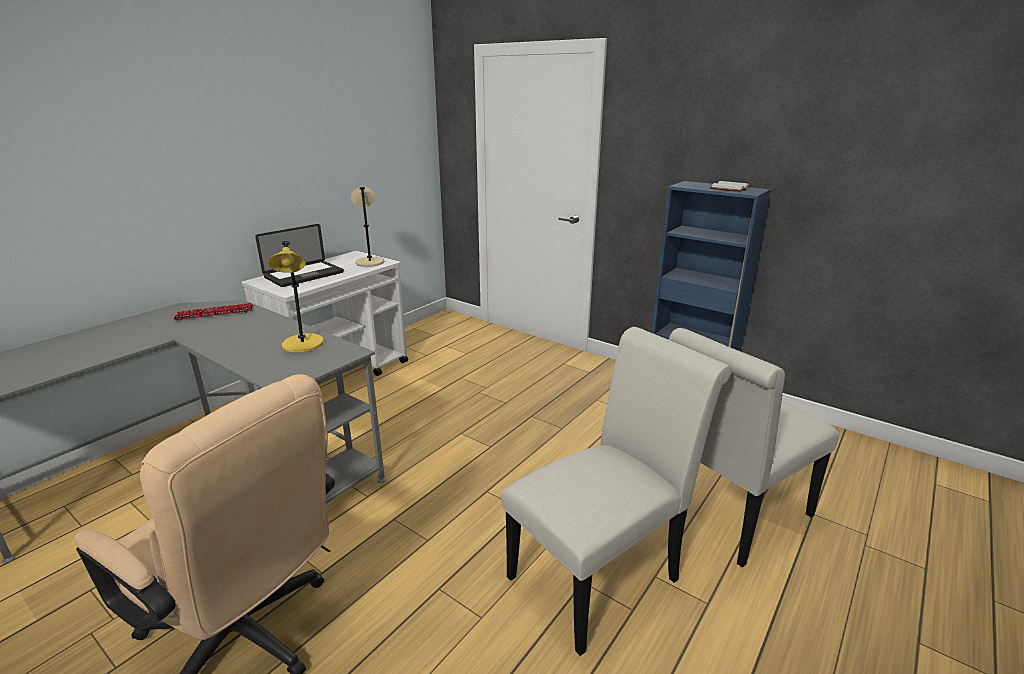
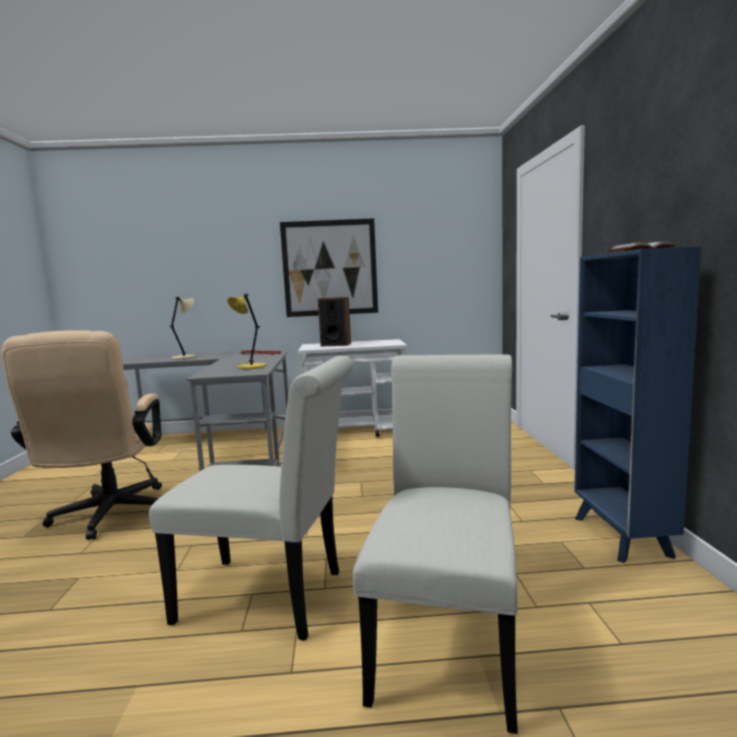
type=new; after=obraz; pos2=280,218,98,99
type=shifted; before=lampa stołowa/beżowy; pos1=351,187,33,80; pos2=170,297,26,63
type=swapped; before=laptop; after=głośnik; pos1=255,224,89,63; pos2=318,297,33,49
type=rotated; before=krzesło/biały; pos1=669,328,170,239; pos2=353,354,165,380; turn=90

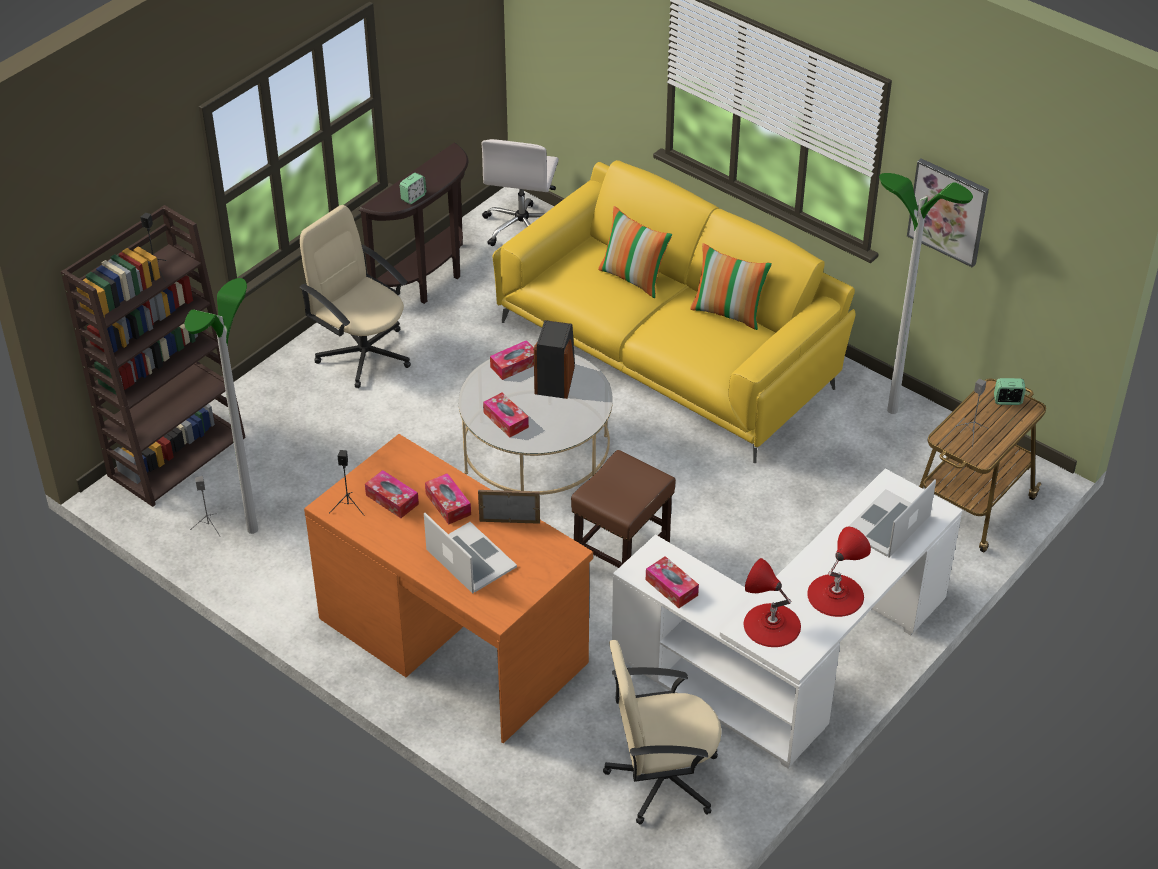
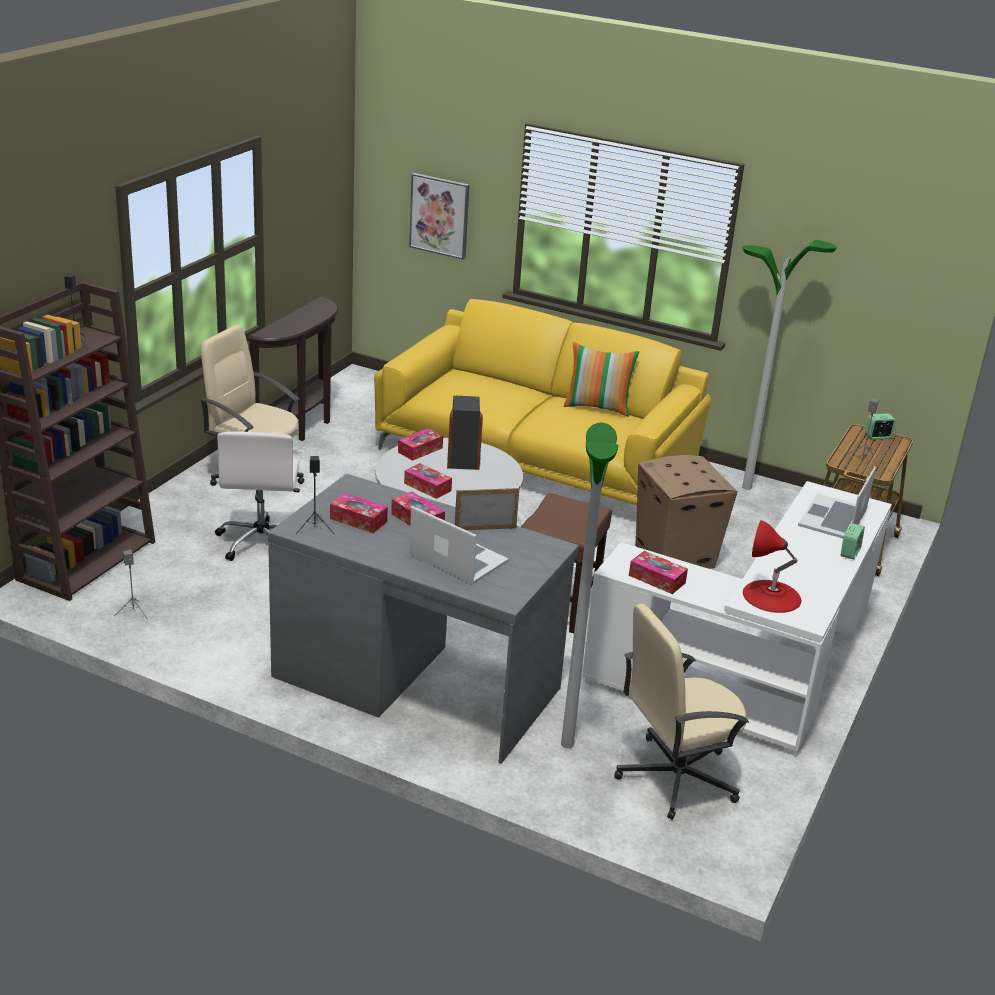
type=gone; before=poduszka; pos1=598,206,74,92
type=gone; before=lampa stołowa/czerwony; pos1=807,527,64,90
type=new; after=karton; pos2=635,455,103,114
type=shifted; before=lampa stojąca; pos1=185,278,73,256; pos2=561,423,57,325
type=shifted; before=budzik; pos1=400,173,26,31; pos2=841,523,24,36
type=shifted; before=krzesło biurowe/biały; pos1=481,139,78,107; pos2=215,431,85,130
type=shifted; before=obraz; pos1=907,158,82,110; pos2=409,173,60,87
type=repainted; before=biurko/pomarańczowy; after=biurko/szary; pos1=304,434,289,309; pos2=268,473,311,291

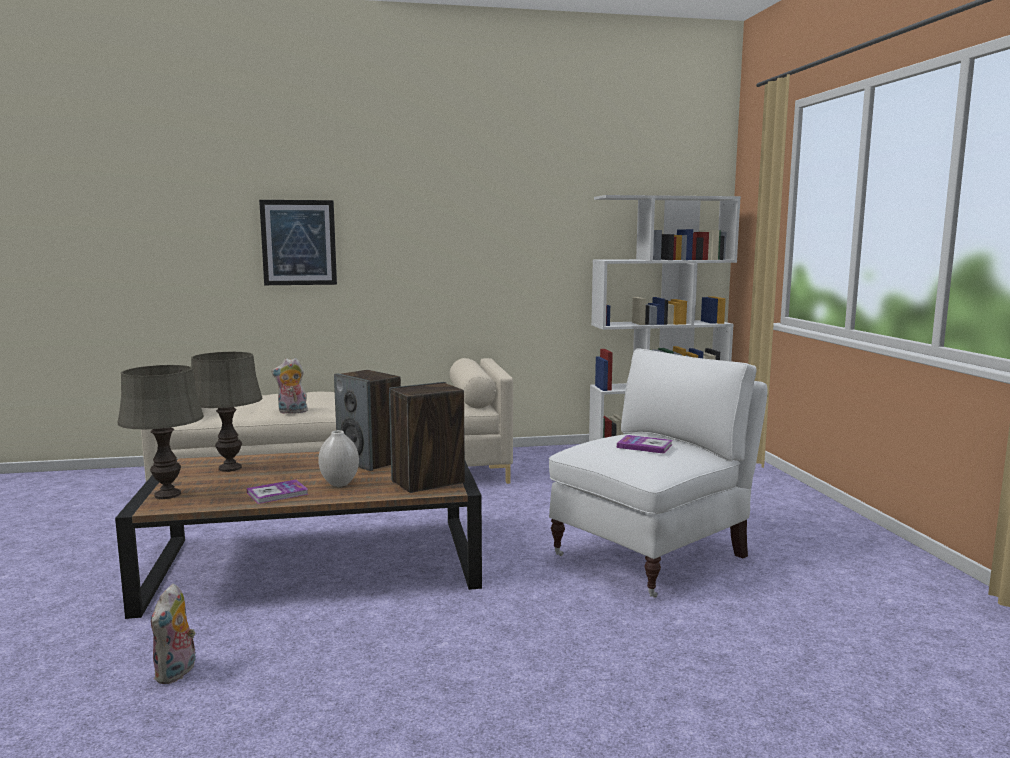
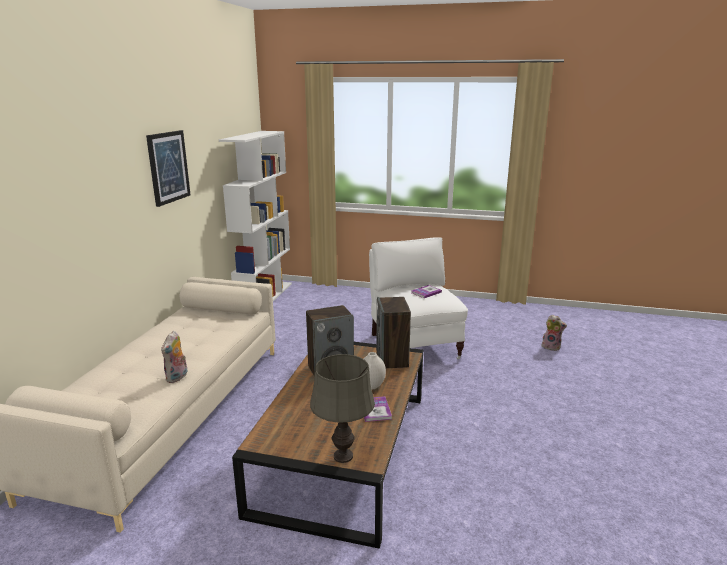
type=gone; before=lampa stołowa/szary; pos1=191,352,72,120
type=shifted; before=pluszak; pos1=151,584,45,100; pos2=541,315,26,36
type=shifted; before=obraz; pos1=259,200,78,85; pos2=146,130,44,77

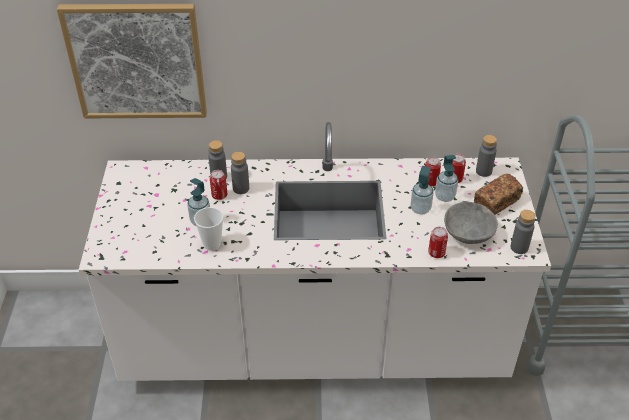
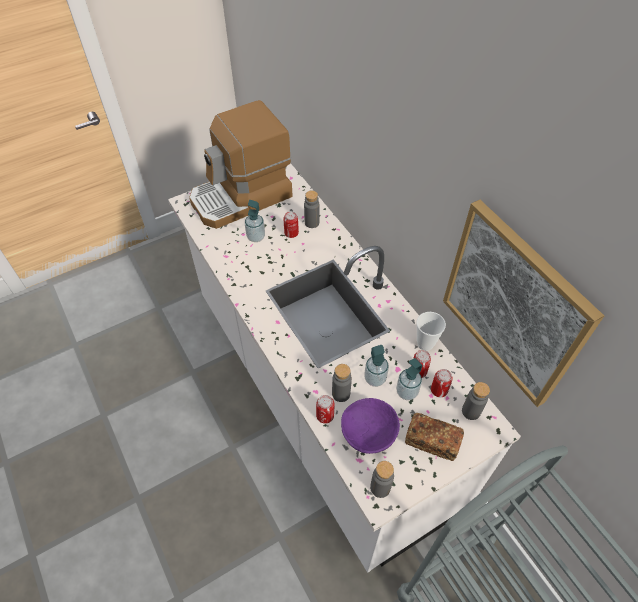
type=new; after=ekspres do kawy; pos2=189,100,103,129
type=shifted; before=obraz; pos1=57,4,150,114; pos2=443,200,161,207
type=shifted; before=filiżanka; pos1=194,207,29,44; pos2=417,312,29,39
type=shifted; before=butelka/szary; pos1=231,152,18,42; pos2=332,364,20,38
type=repainted; before=miska/szary; after=miska/fioletowy; pos1=444,202,54,42; pos2=341,398,59,56

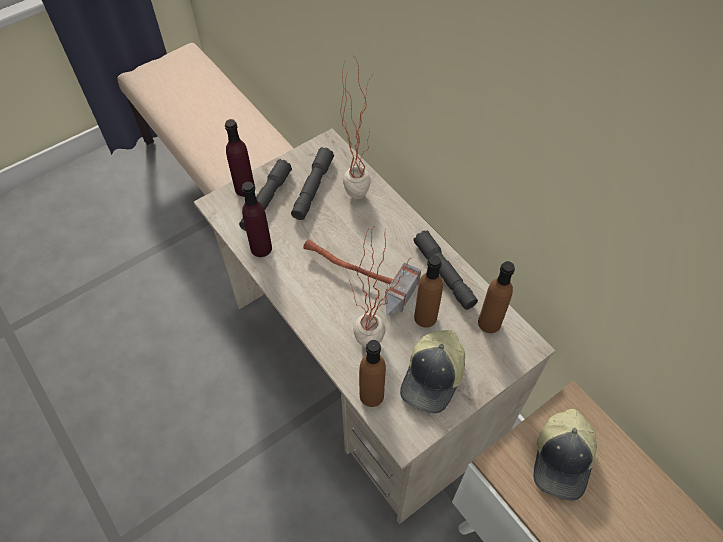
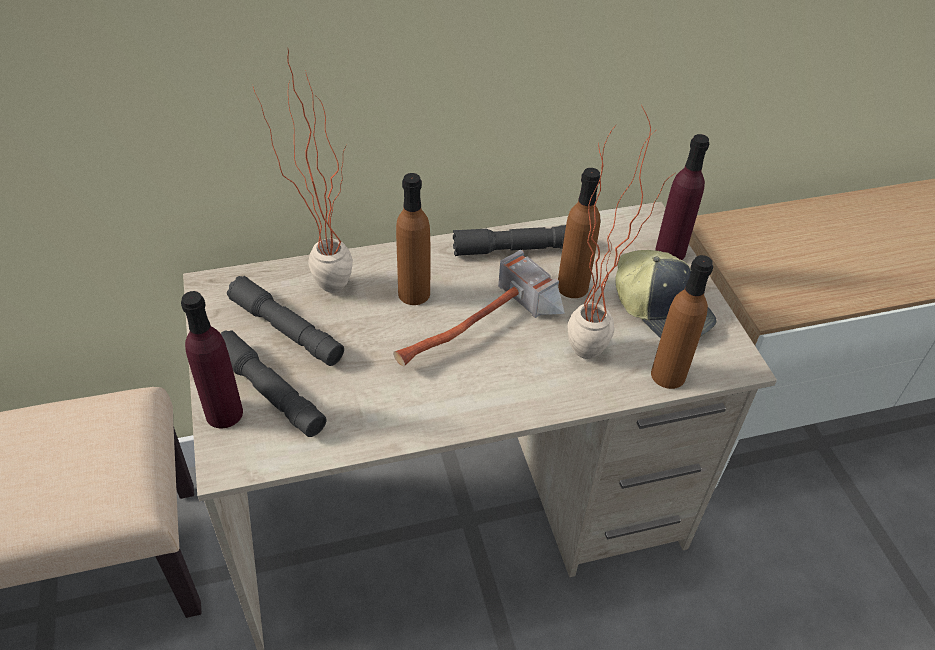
type=gone; before=czapka z daszkiem; pos1=533,409,64,92
type=shifted; before=butelka/fioletowy; pos1=242,182,30,75; pos2=655,134,54,126
type=shifted; before=butelka/brązowy; pos1=478,261,37,72; pos2=396,173,34,132

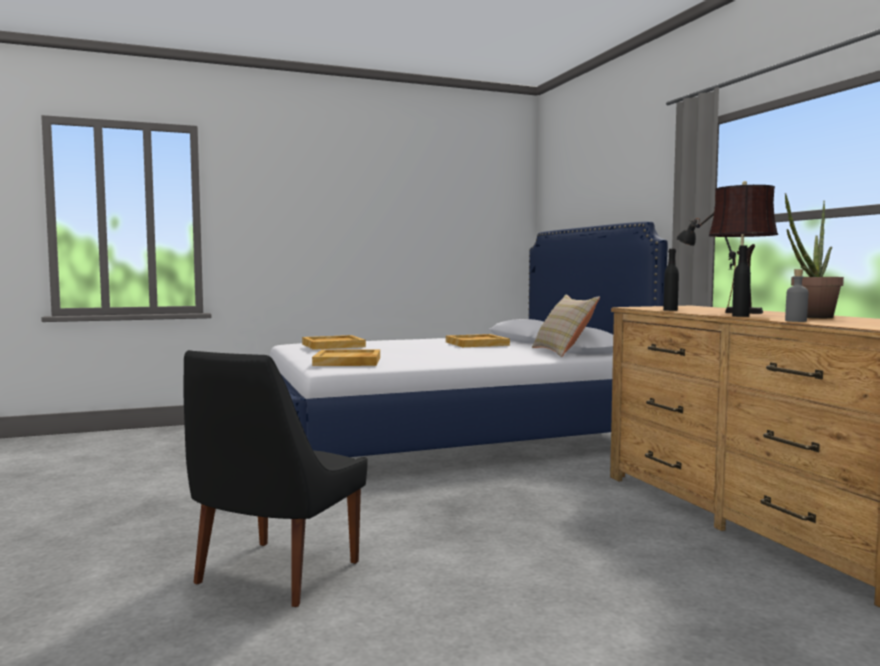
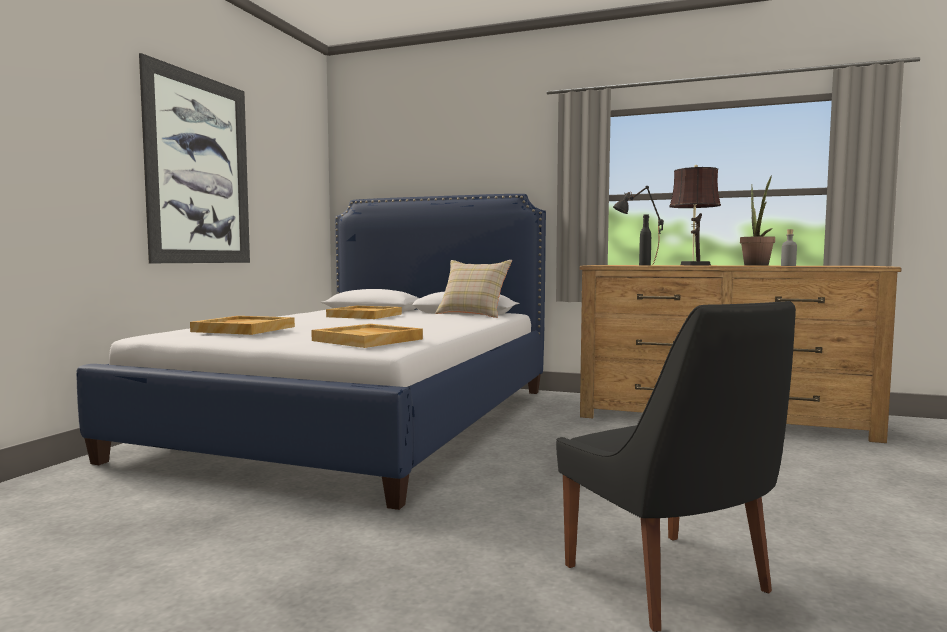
type=gone; before=butelka/czarny; pos1=732,245,19,72
type=new; after=obraz; pos2=139,53,111,210

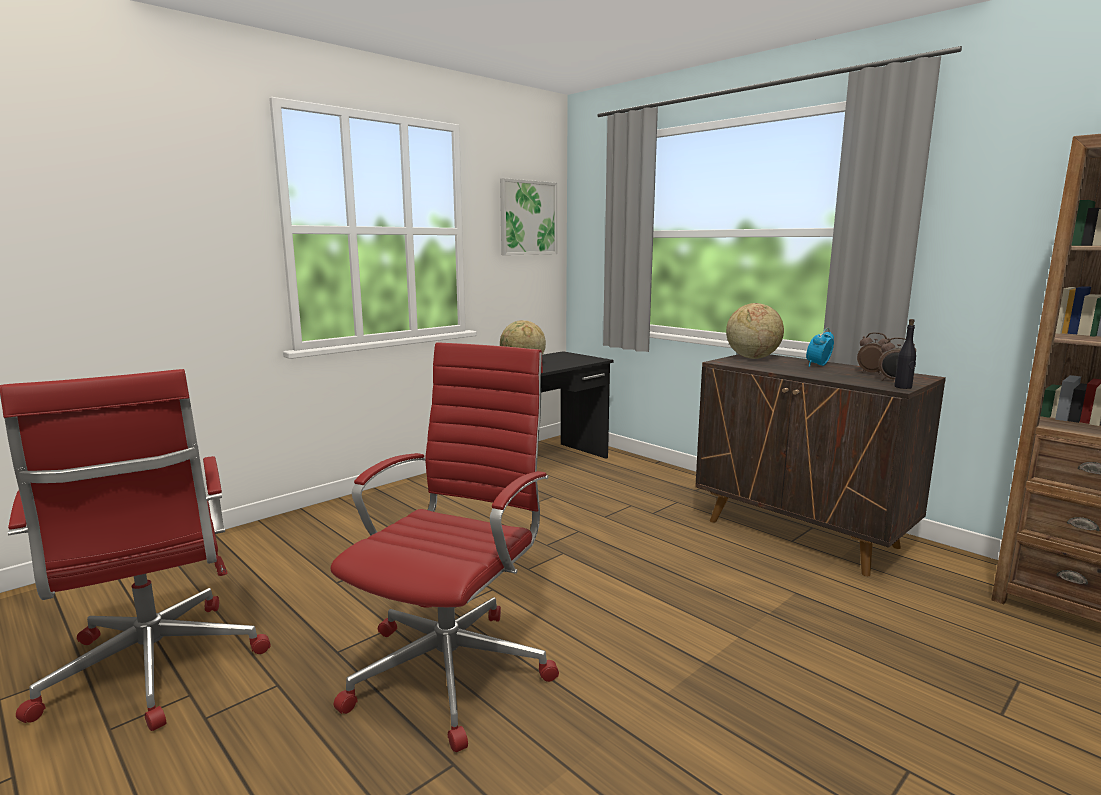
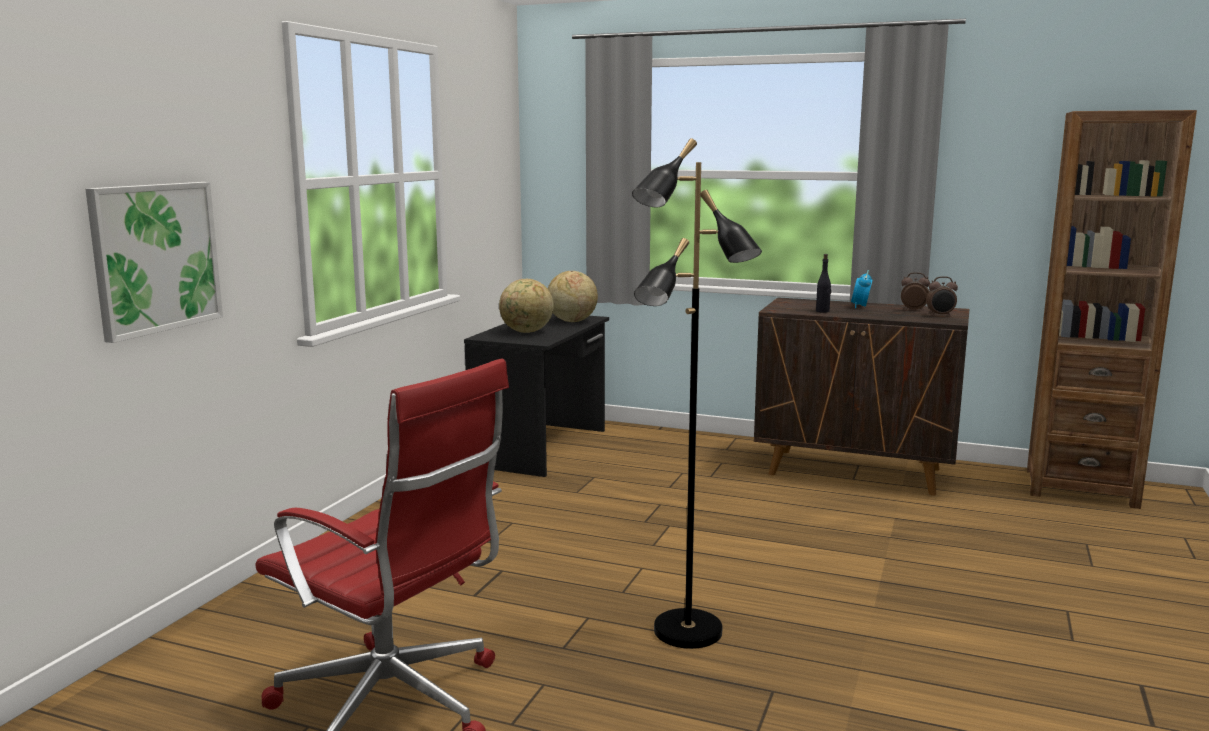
type=shifted; before=obraz; pos1=500,178,57,77; pos2=85,182,138,161
type=shifted; before=globus; pos1=726,303,58,56; pos2=548,271,50,51
type=shifted; before=butelka/czarny; pos1=894,319,22,70; pos2=816,254,15,59
type=swapped; before=krzesło biurowe/czerwony; after=lampa stojąca/czarny; pos1=330,342,229,410; pos2=632,138,130,511

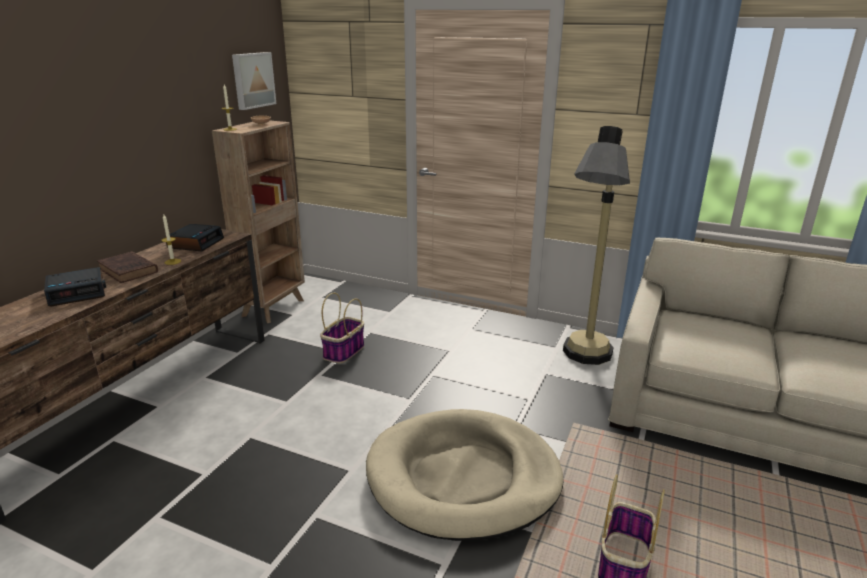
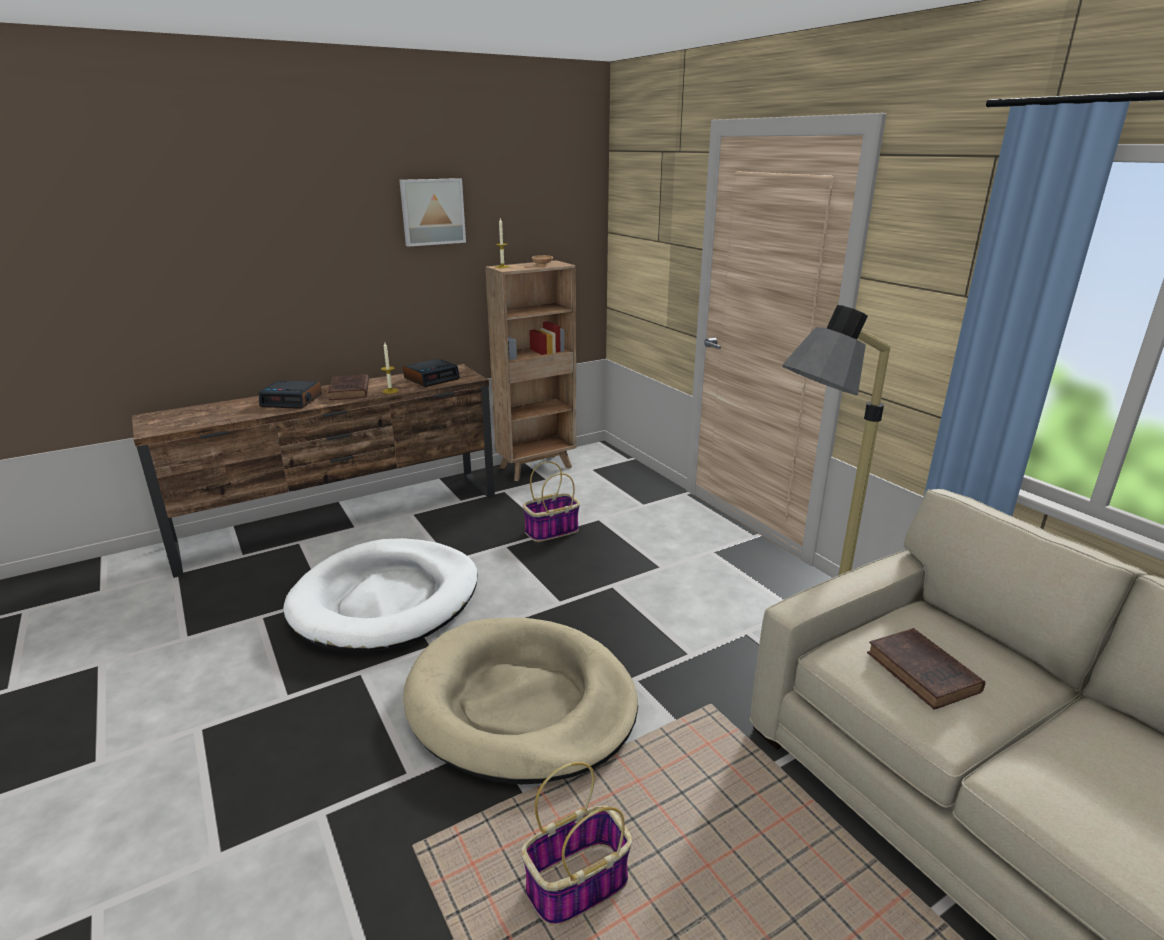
type=new; after=legowisko/biały; pos2=283,538,194,113
type=new; after=książka/brązowy; pos2=867,628,118,82
type=shifted; before=obraz; pos1=232,52,45,58; pos2=399,178,67,69

